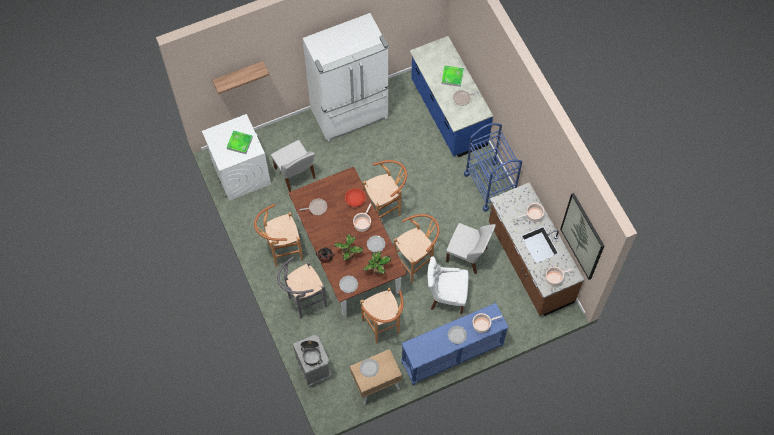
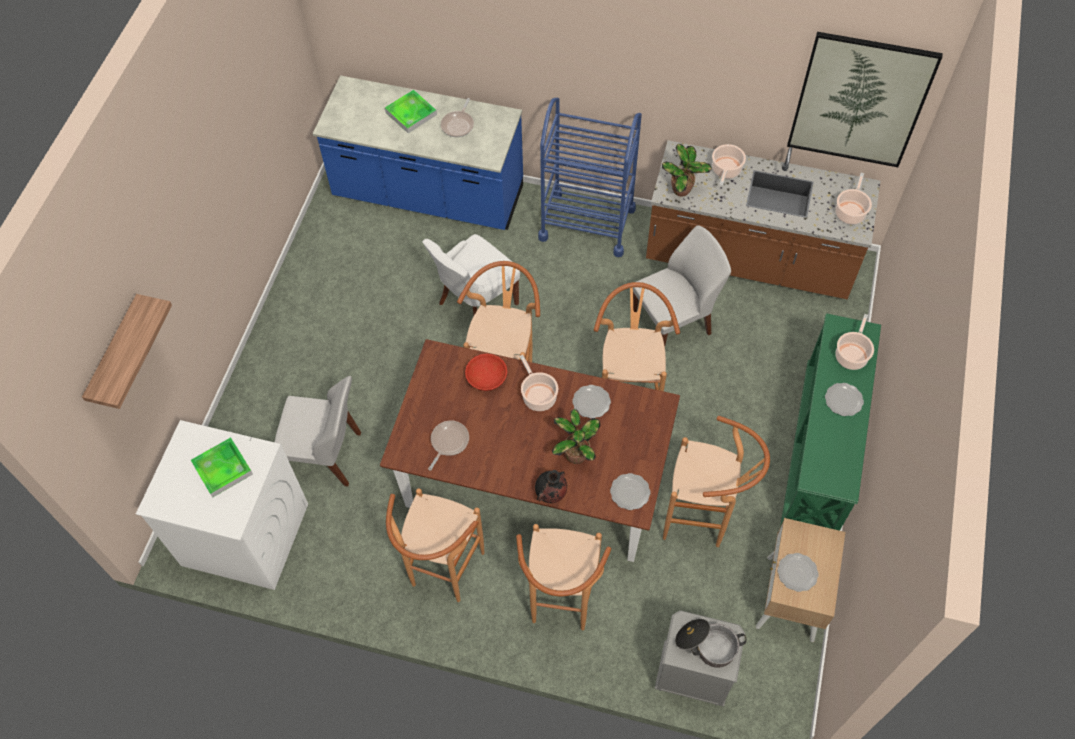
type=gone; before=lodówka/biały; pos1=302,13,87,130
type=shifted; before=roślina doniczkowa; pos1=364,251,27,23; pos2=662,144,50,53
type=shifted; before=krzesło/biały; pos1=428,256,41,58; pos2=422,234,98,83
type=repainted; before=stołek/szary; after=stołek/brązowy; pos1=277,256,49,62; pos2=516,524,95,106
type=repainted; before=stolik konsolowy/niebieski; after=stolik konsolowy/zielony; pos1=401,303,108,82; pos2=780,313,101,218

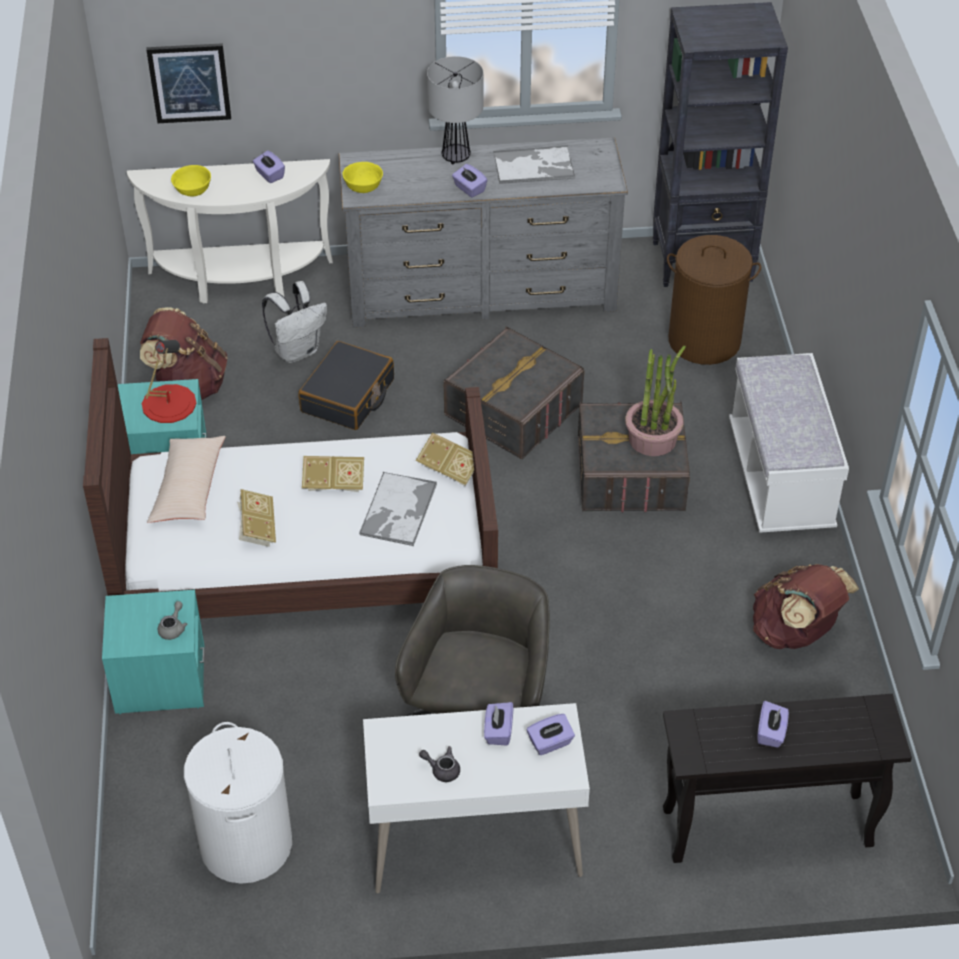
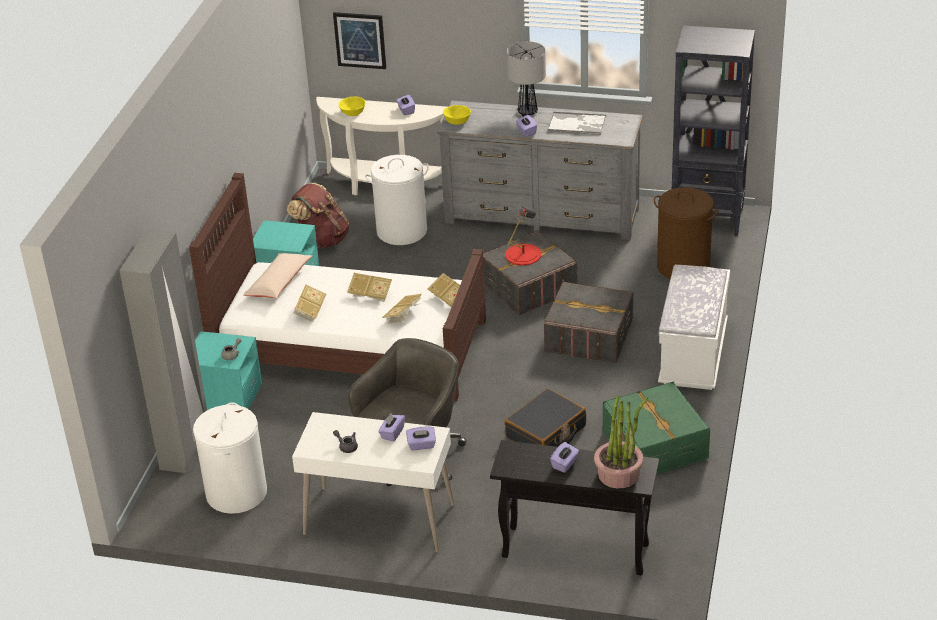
type=new; after=szafa/szary; pos2=119,229,88,244
type=shifted; before=lampa stołowa/czerwony; pos1=142,340,55,83; pos2=505,207,36,58
type=shifted; before=walizka/czarny; pos1=298,341,96,89; pos2=505,388,81,59
type=shifted; before=roślina doniczkowa; pos1=625,346,61,110; pos2=594,395,54,94
type=swapped; before=plecak/biały; after=kosz na pranie/biały; pos1=262,281,65,82; pos2=365,155,64,90
type=swapped; before=taca; after=książka; pos1=359,472,78,74; pos2=382,294,40,29
type=swapped; before=plecak/brązowy; after=pojemnik do przechowywania/zielony; pos1=753,564,106,85; pos2=603,382,107,92

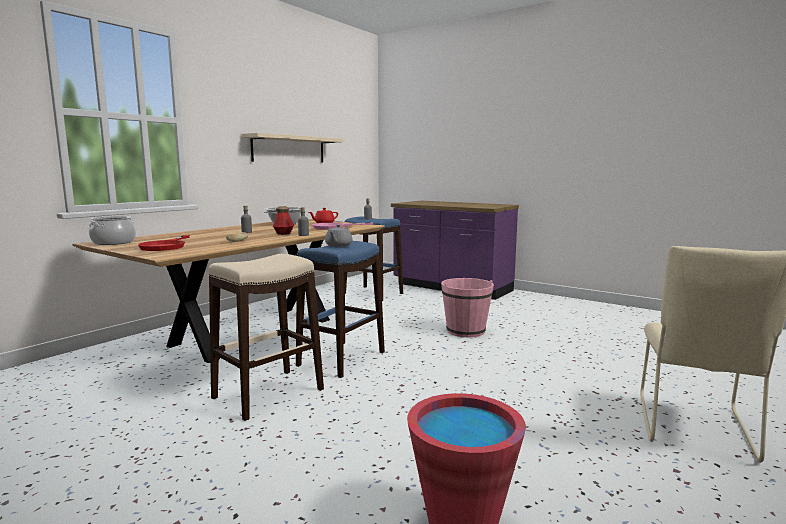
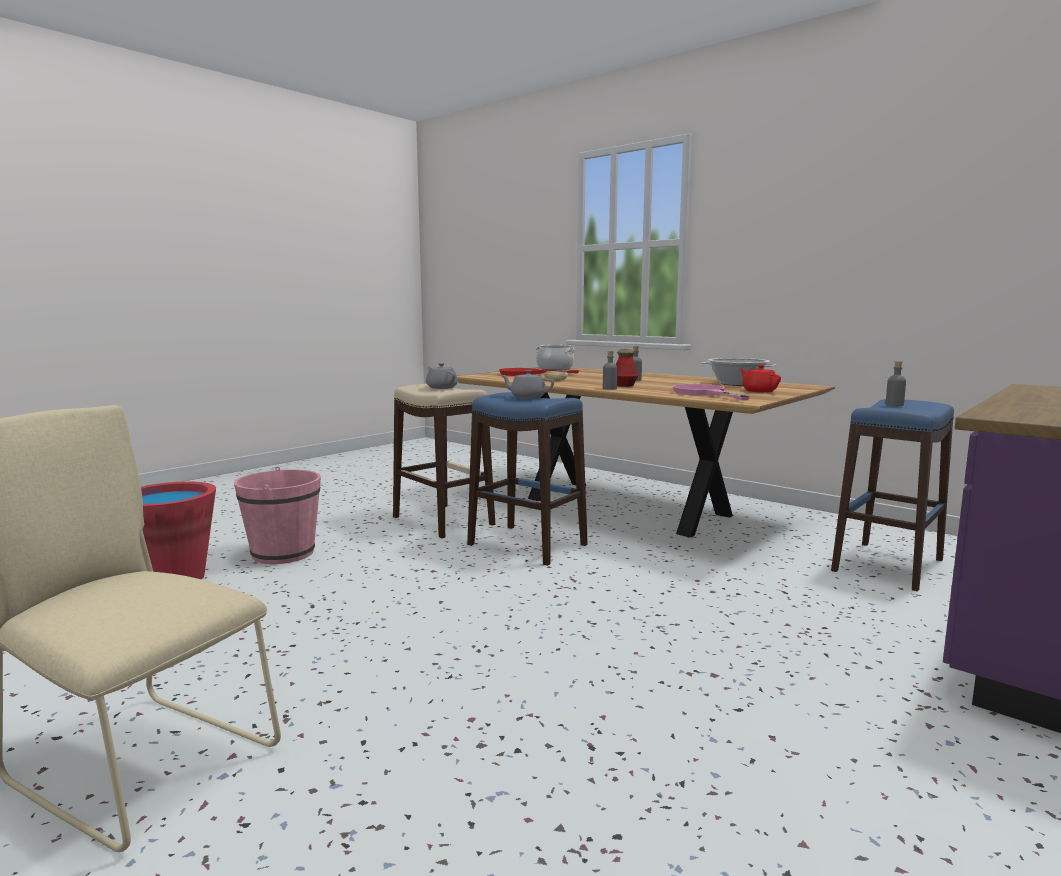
type=gone; before=półka/beżowy; pos1=242,133,101,30
type=new; after=imbryk/szary; pos2=426,363,32,26
type=shifted; before=wiadro/różowy; pos1=441,278,53,60; pos2=234,466,87,98

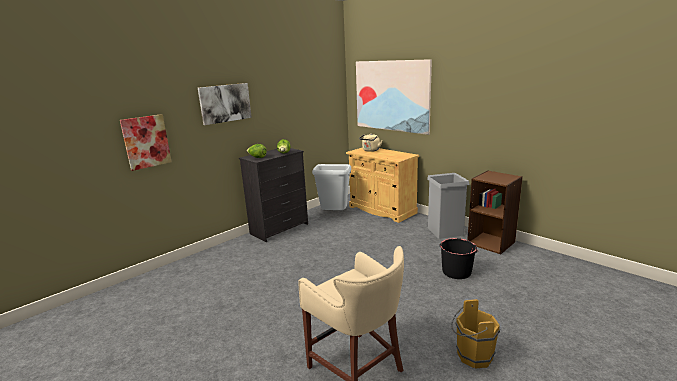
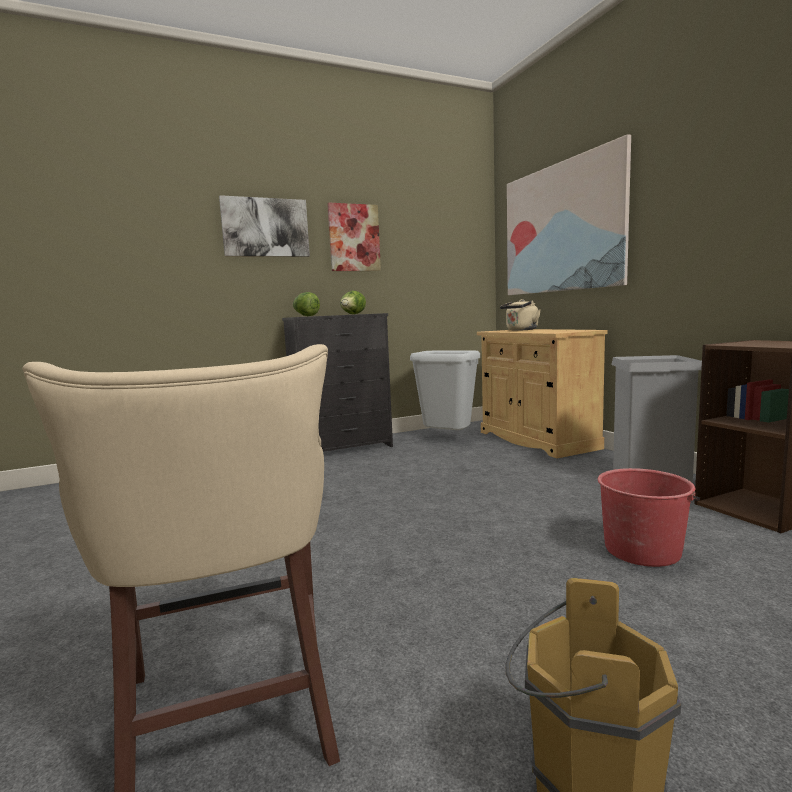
type=shifted; before=obraz; pos1=120,114,52,57; pos2=327,202,54,69
type=repainted; before=wiadro/czarny; after=wiadro/czerwony; pos1=439,238,40,41; pos2=597,468,103,99

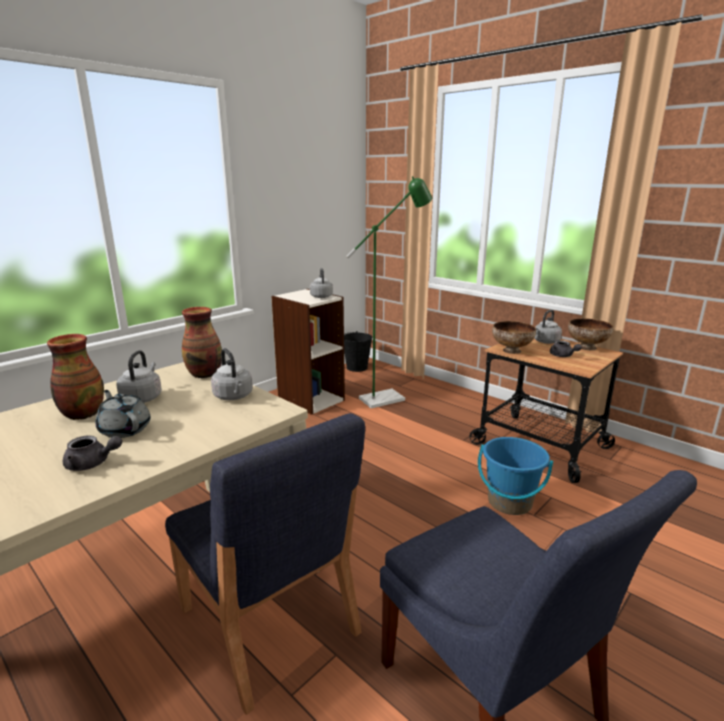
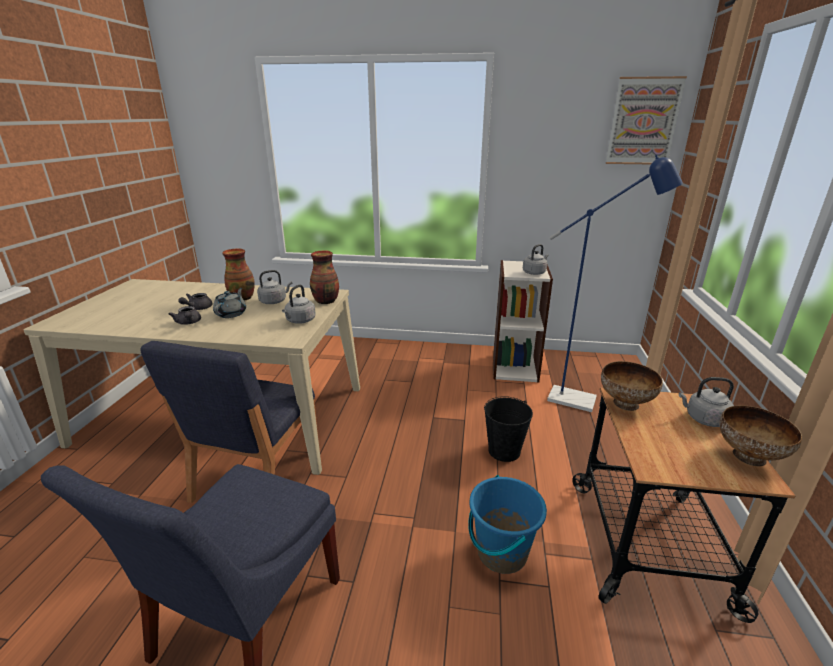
type=new; after=obraz; pos2=606,76,81,88
type=shifted; before=wiadro/czarny; pos1=344,331,28,41; pos2=484,396,49,66
type=shifted; before=imbryk/szary; pos1=550,340,32,17; pos2=178,293,34,17
type=repainted; before=lampa stojąca/zielony; after=lampa stojąca/niebieski; pos1=346,176,87,232; pos2=547,155,136,257

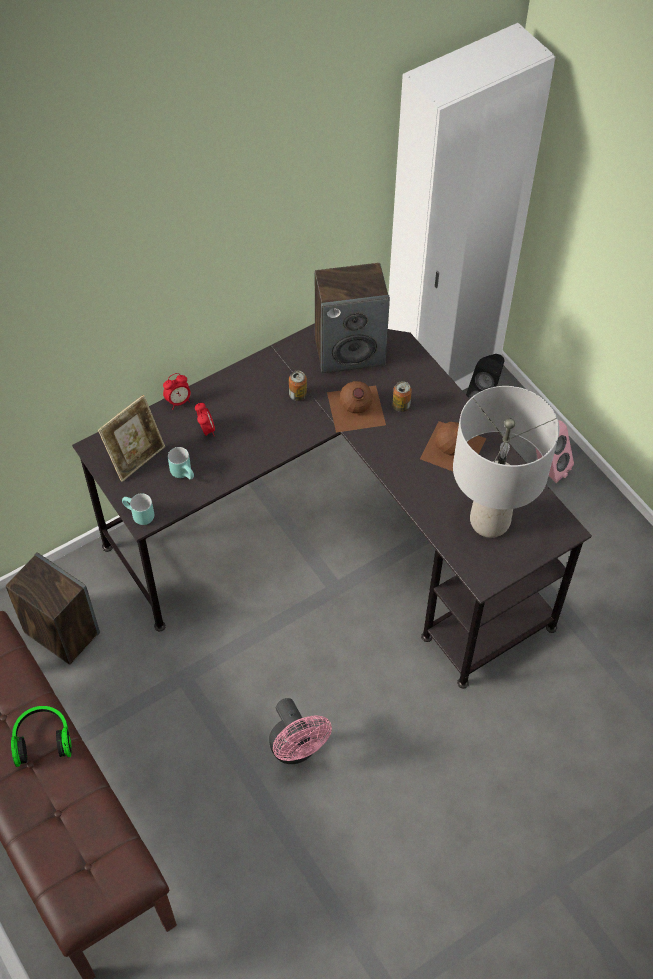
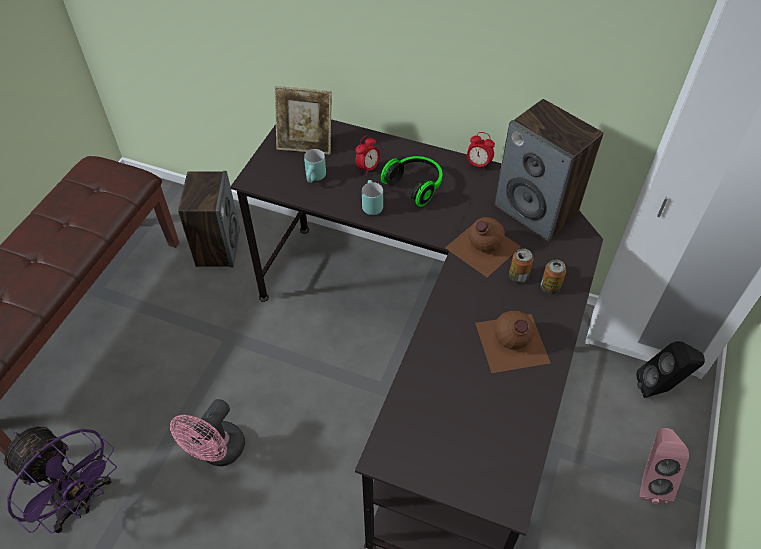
type=gone; before=lampa stołowa/szary; pos1=453,386,106,152
type=new; after=wentylator/fioletowy; pos2=3,426,114,107
type=shifted; before=słuchawki; pos1=11,706,61,61; pos2=380,156,63,51
type=shifted; before=kubek/turkusowy; pos1=122,493,32,32; pos2=362,180,21,35
type=shifted; before=budzik; pos1=163,373,28,35; pos2=467,132,28,39
type=shifted; before=puszka; pos1=289,371,18,30; pos2=541,259,25,35

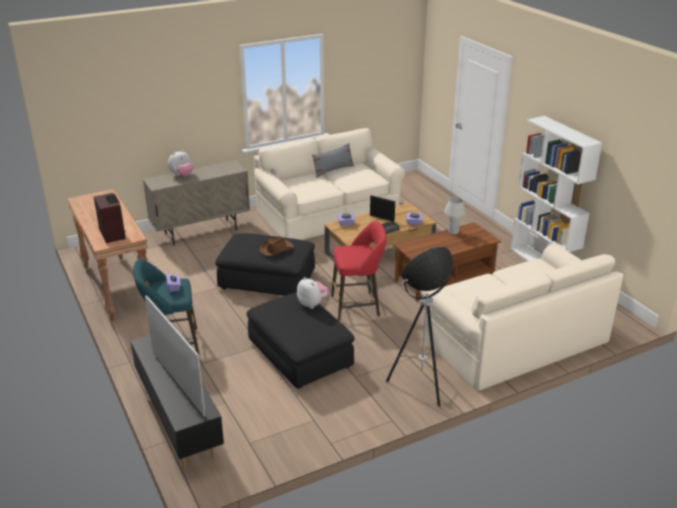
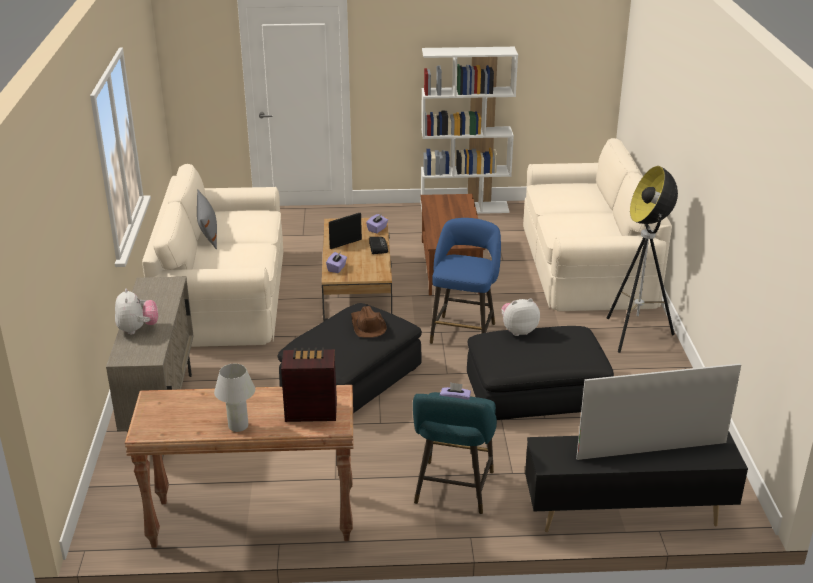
type=shifted; before=lampa stołowa/biały; pos1=444,197,22,37; pos2=214,364,41,68
type=repainted; before=stołek/czerwony; after=stołek/niebieski; pos1=331,221,56,99; pos2=430,218,71,126

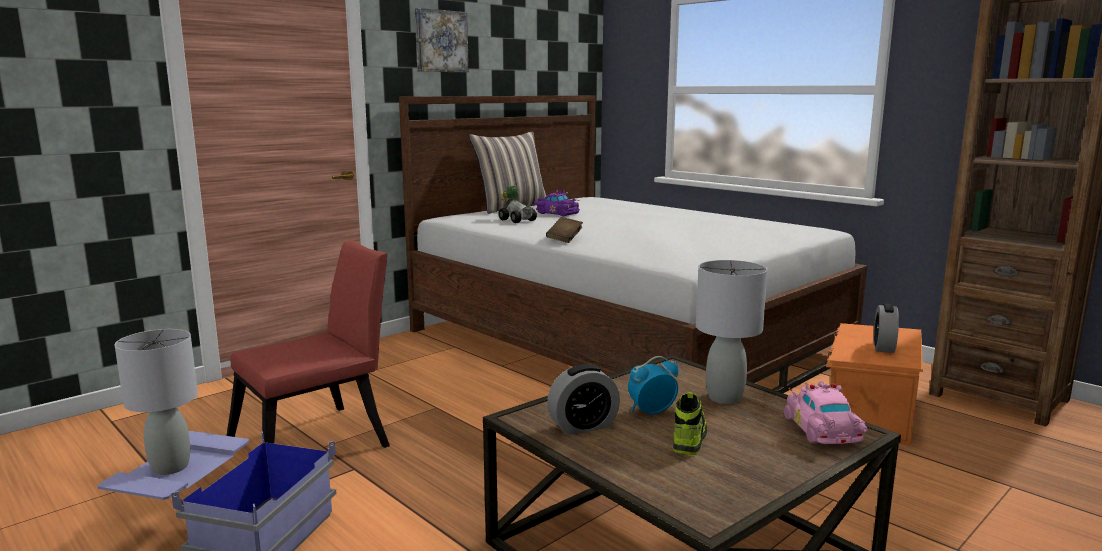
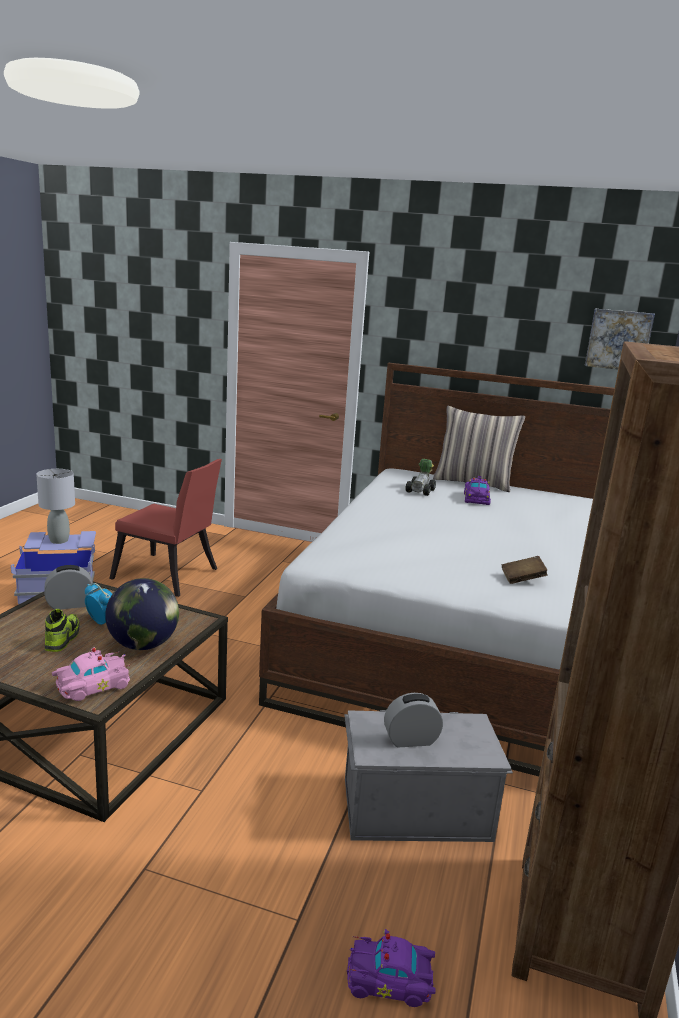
type=new; after=samochodzik/fioletowy; pos2=347,929,89,78
type=shifted; before=obraz; pos1=415,8,54,64; pos2=585,309,70,61
type=shifted; before=książka/brązowy; pos1=546,217,37,26; pos2=502,556,46,28
type=swapped; before=lampa stołowa/szary; after=globus; pos1=696,260,71,144; pos2=105,578,74,72
type=repainted; before=pojemnik do przechowywania/pomarańczowy; after=pojemnik do przechowywania/szary; pos1=826,323,97,123; pos2=344,710,169,132
type=rotated; before=budzik; pos1=547,364,73,71; pos2=44,565,49,44; turn=120
type=rotated; before=but; pos1=673,392,34,63; pos2=45,609,34,43; turn=-75

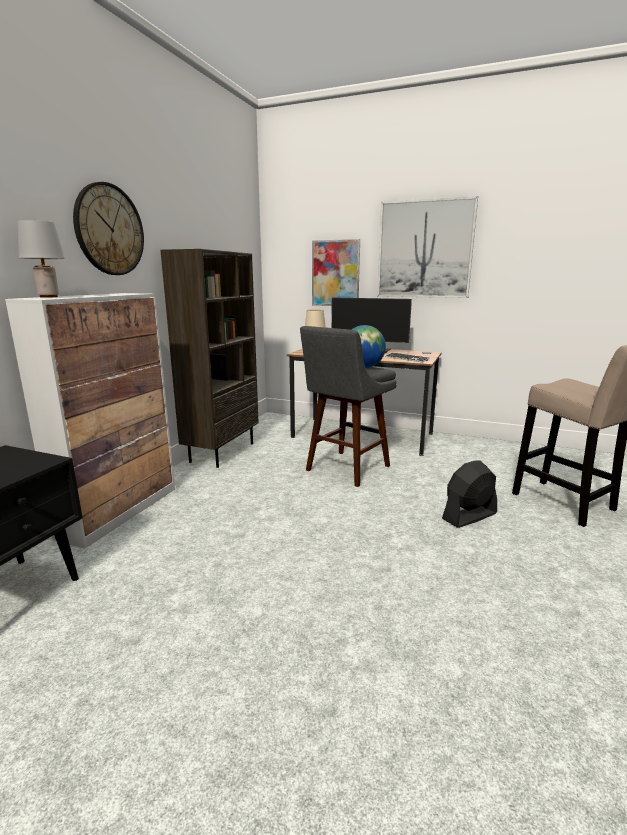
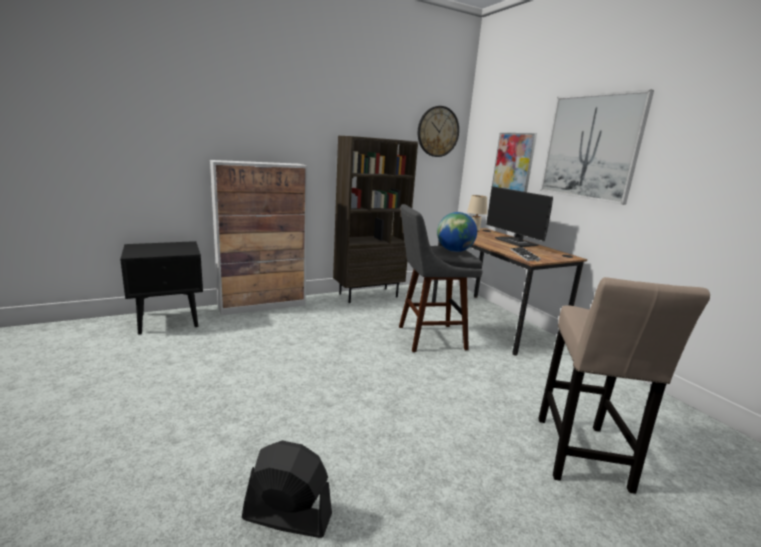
type=gone; before=lampa stołowa/szary; pos1=17,220,48,78
type=shifted; before=zegar ścienny; pos1=73,182,71,93; pos2=418,106,41,51
type=shifted; before=wentylator/czarny; pos1=442,460,55,68; pos2=242,441,90,97

